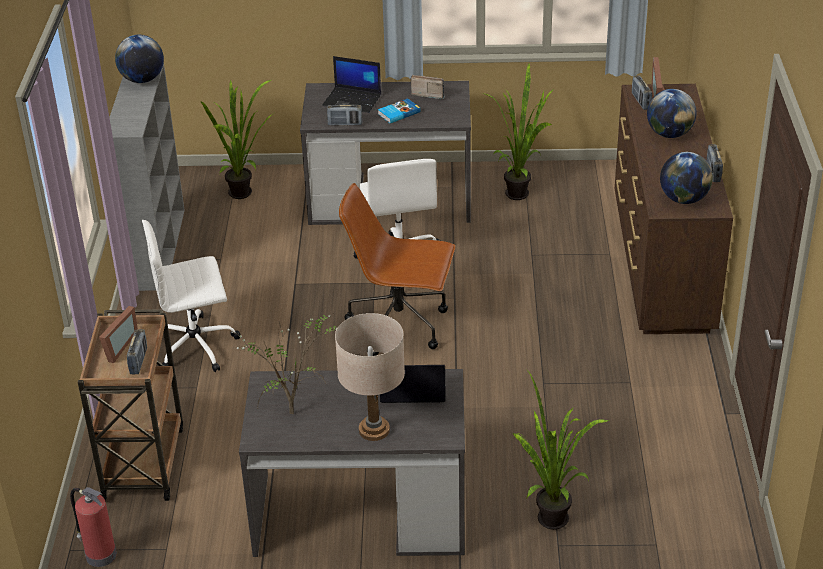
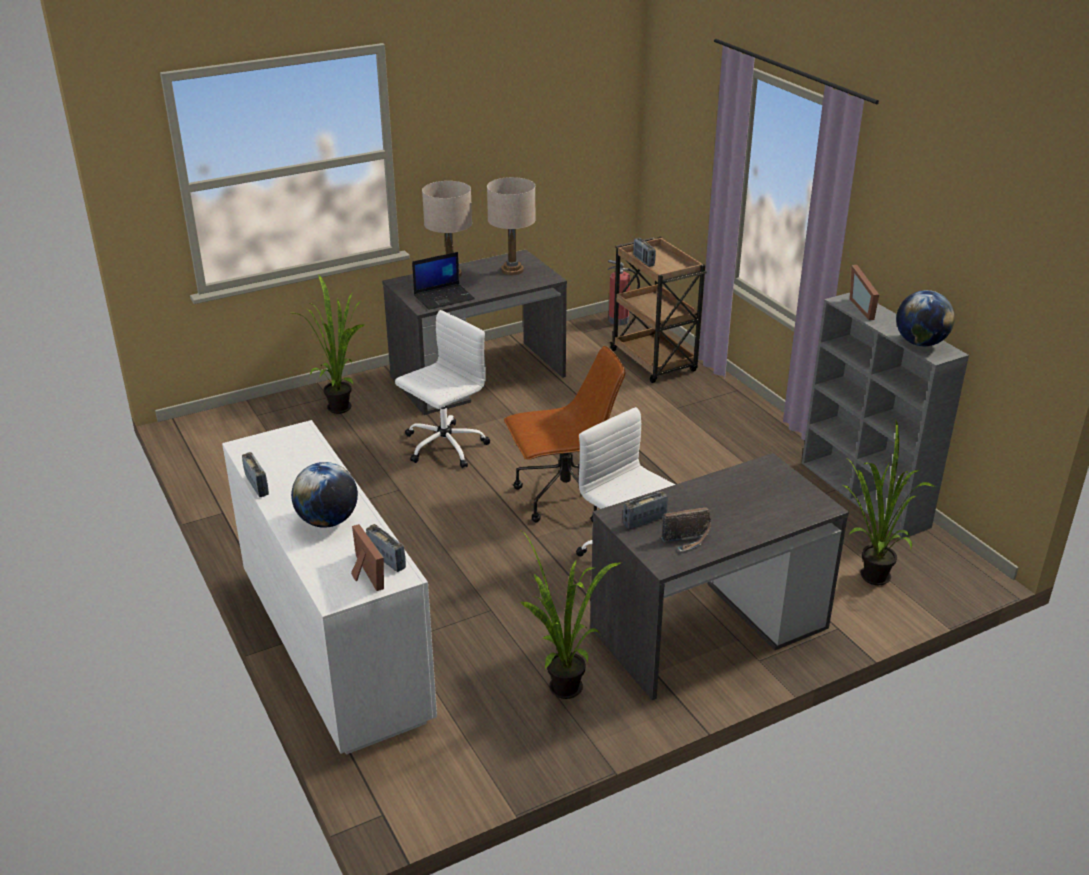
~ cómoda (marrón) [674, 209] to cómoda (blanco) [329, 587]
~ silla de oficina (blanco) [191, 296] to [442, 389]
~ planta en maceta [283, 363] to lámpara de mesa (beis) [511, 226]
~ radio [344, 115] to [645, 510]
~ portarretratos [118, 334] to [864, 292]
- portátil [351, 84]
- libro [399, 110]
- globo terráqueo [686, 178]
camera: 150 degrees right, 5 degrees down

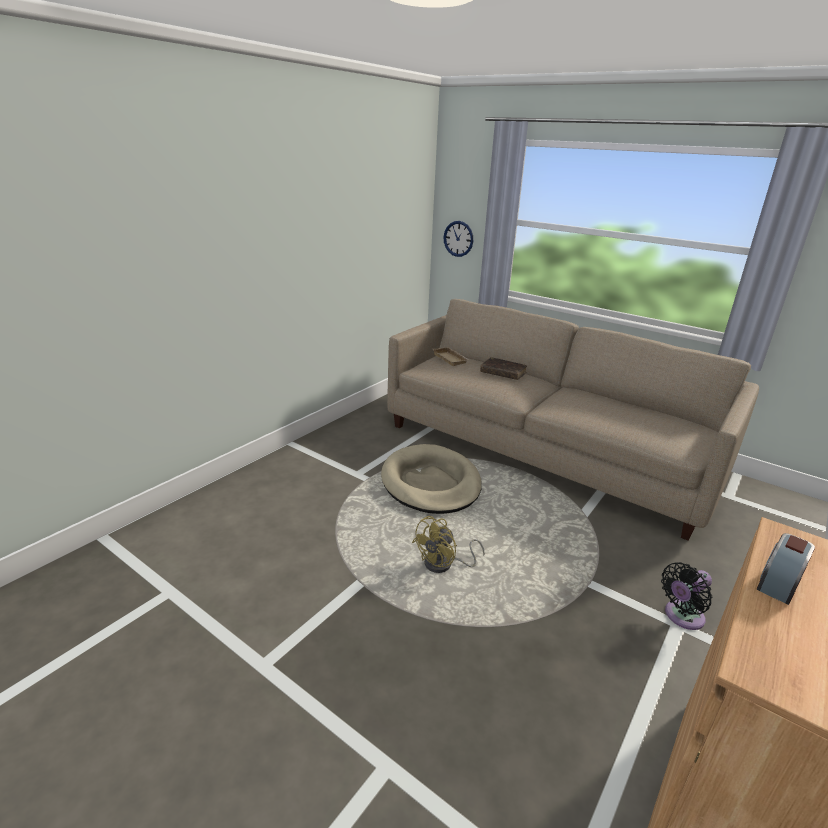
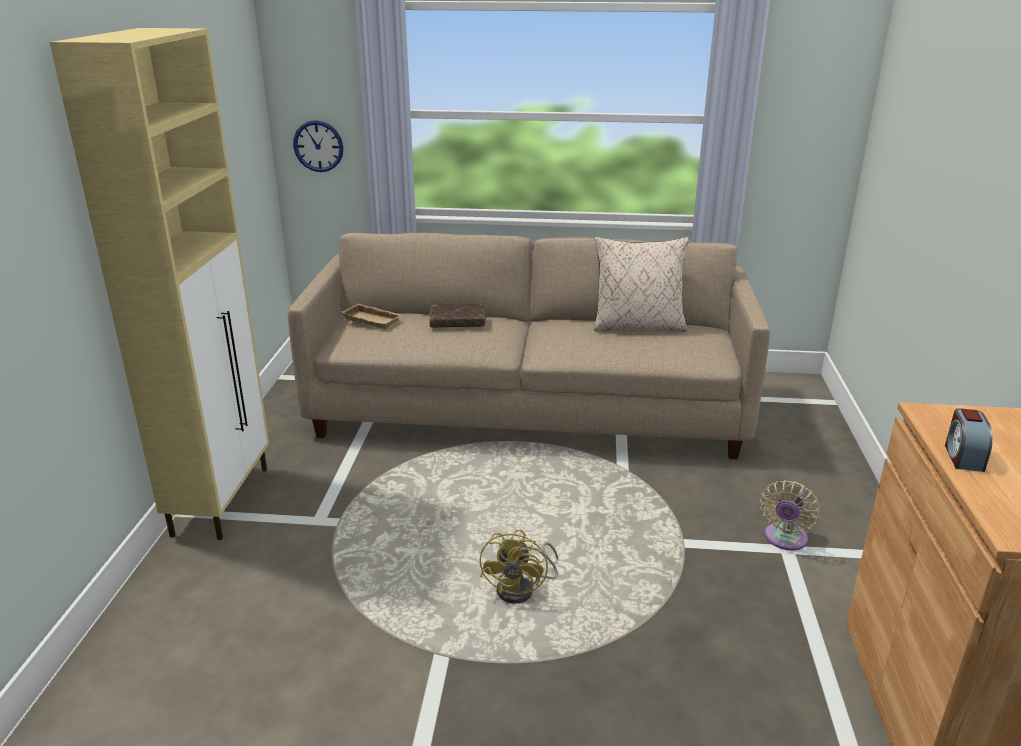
+ armario (beis) [159, 284]
+ cojín (beis) [641, 284]
~ ventilador (negro) [686, 596] to ventilador (beis) [790, 515]
- cama para perro (beis) [431, 479]
camera: 30 degrees left, 0 degrees up

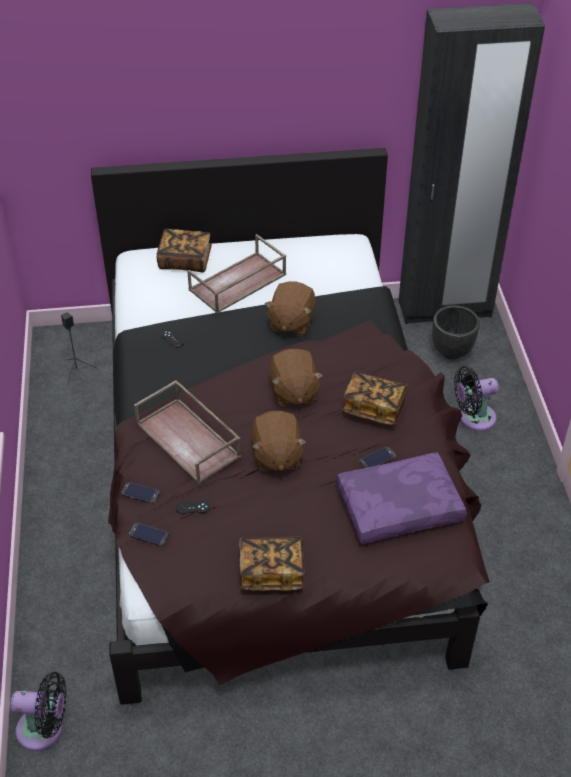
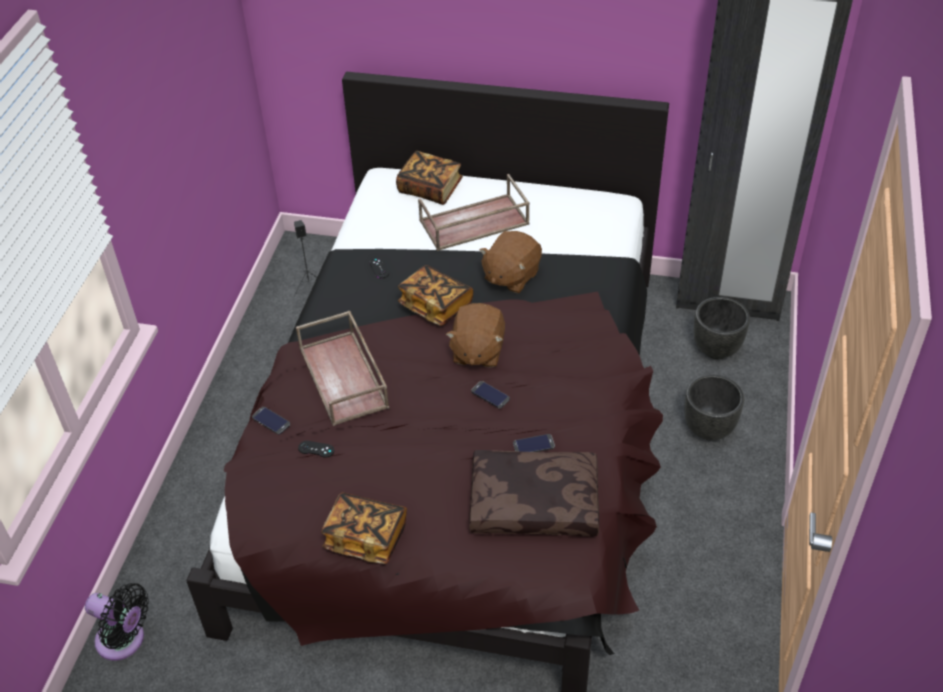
~ libro [375, 398] to [436, 295]
~ cojín (morado) [401, 498] to cojín (marrón) [534, 493]
~ móvil [148, 534] to [490, 394]
~ ventilador (negro) [476, 398] to maceta (negro) [714, 407]
- peluche (marrón) [279, 441]
camera: 20 degrees right, 0 degrees up

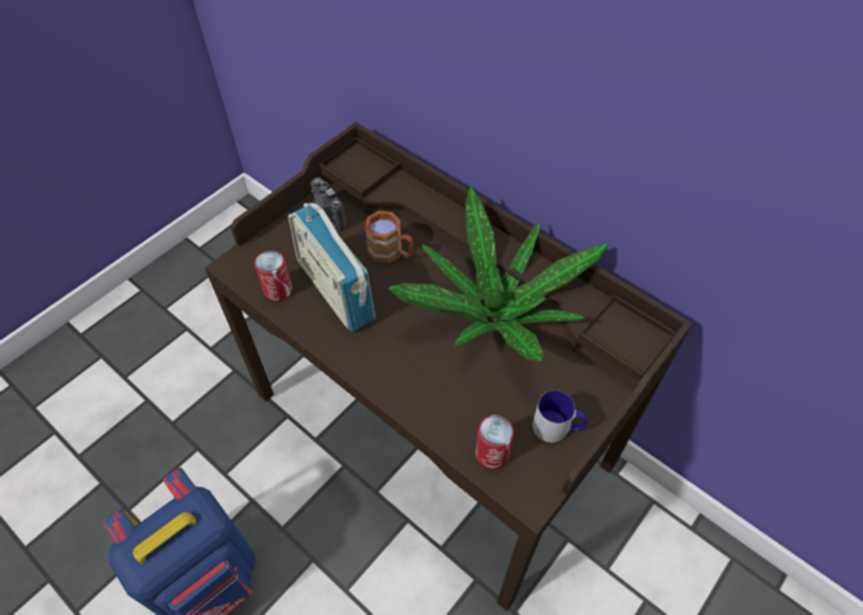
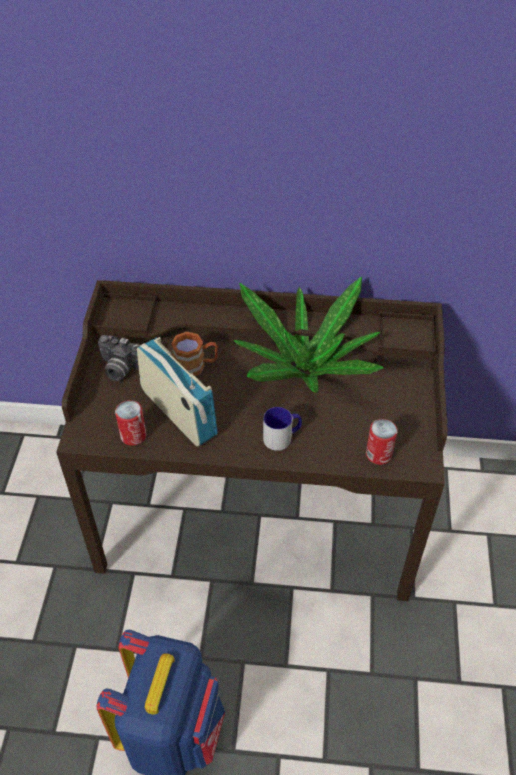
~ radio [332, 267] = [177, 392] 150 degrees counterclockwise
~ taza grande [560, 416] to [282, 429]
camera: 35 degrees left, 5 degrees down

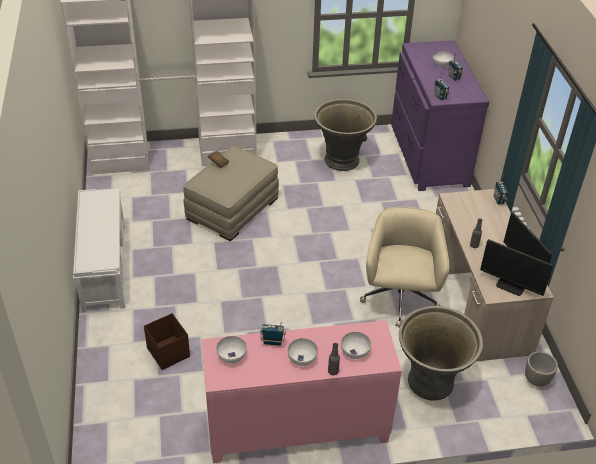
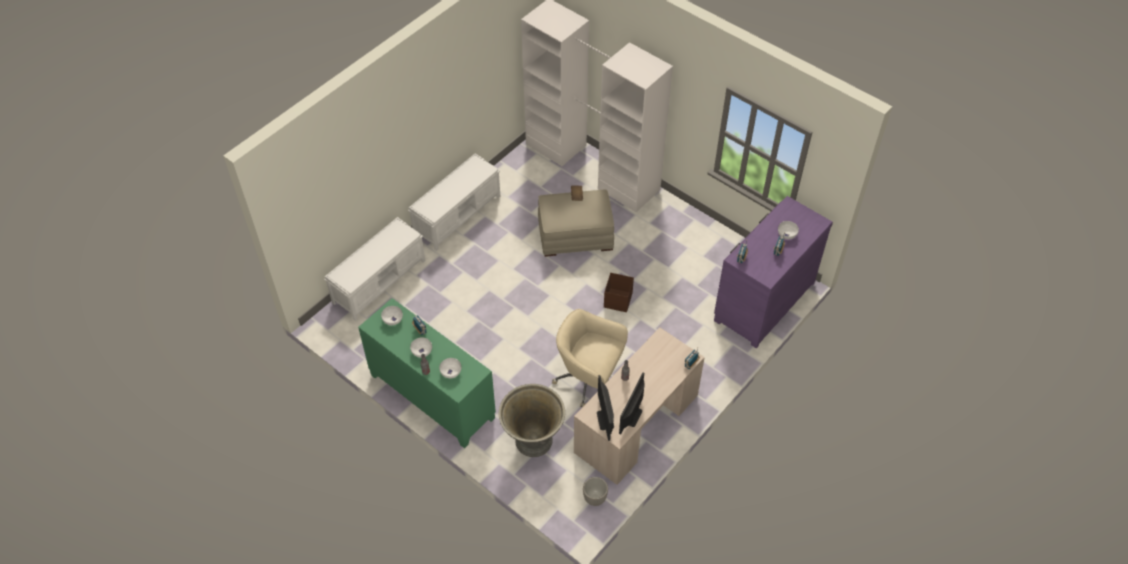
+ banco (blanco) [374, 269]
~ armario (rosa) [301, 391] to armario (verde) [427, 373]
~ silla de oficina (beis) [404, 267] = [590, 358] 120 degrees counterclockwise
~ caja de almacenaje (marrón) [167, 341] to [619, 292]
- maceta (gris) [345, 135]
camera: 50 degrees right, 10 degrees up

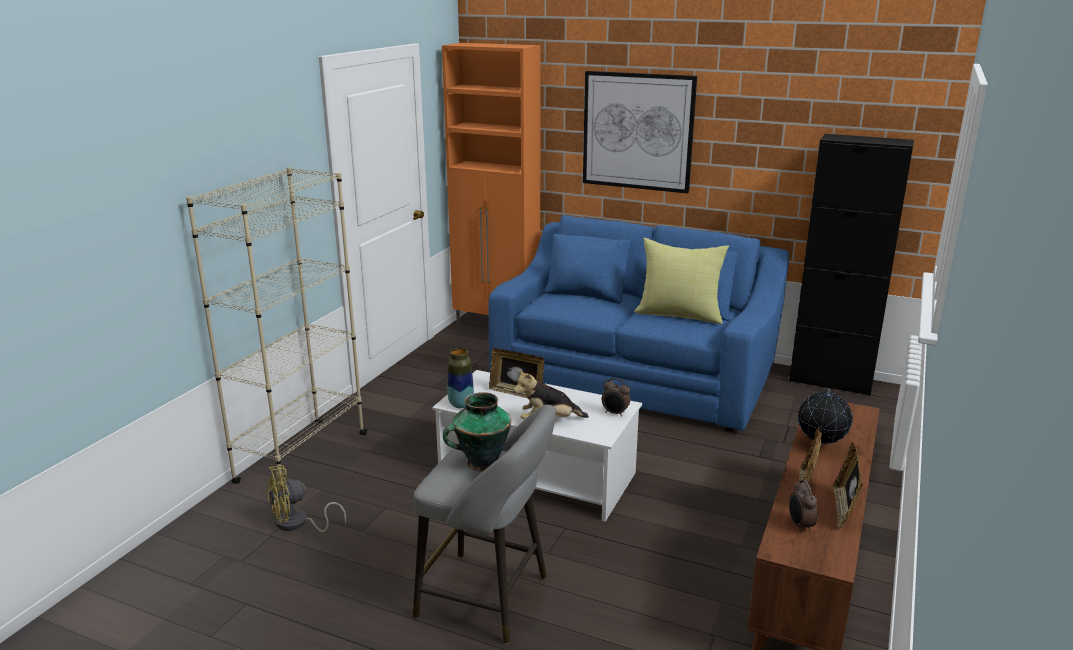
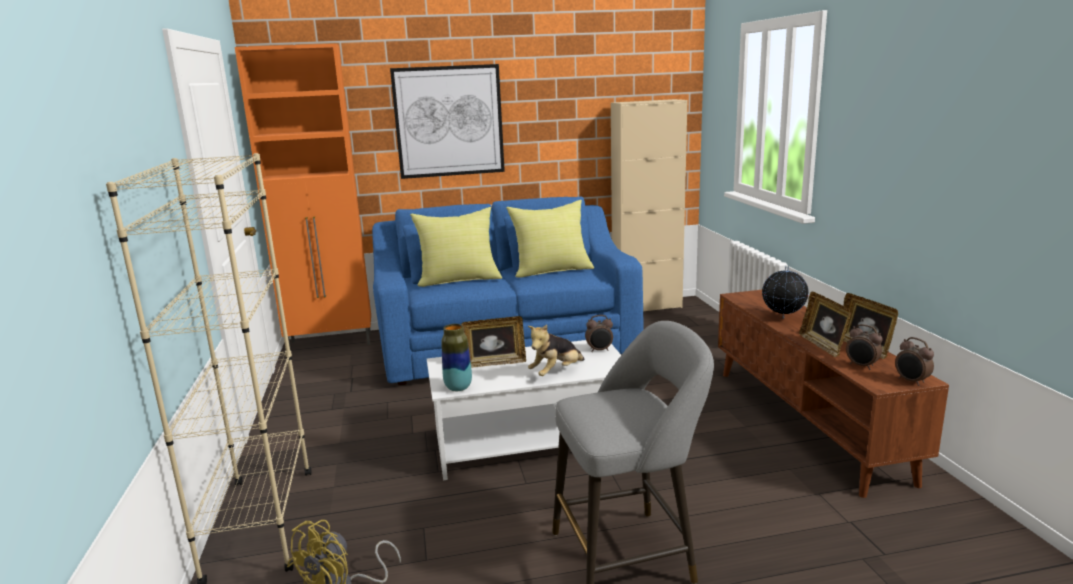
+ cojín (amarillo) [456, 247]
~ armario (negro) [851, 265] to armario (beis) [649, 205]
+ despertador [914, 361]
- florero [477, 432]
camera: 35 degrees left, 5 degrees down

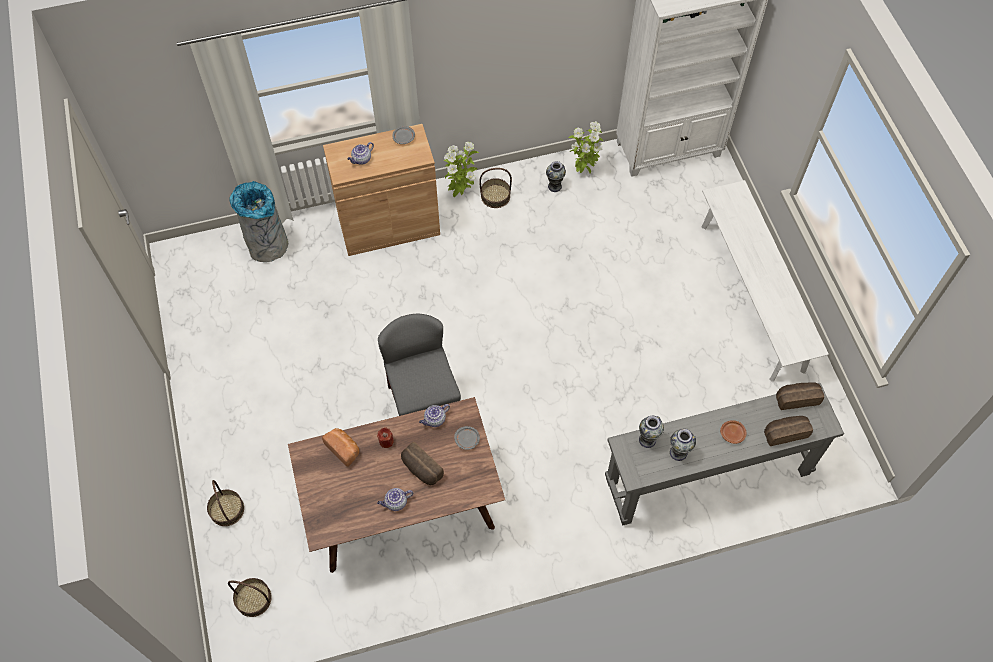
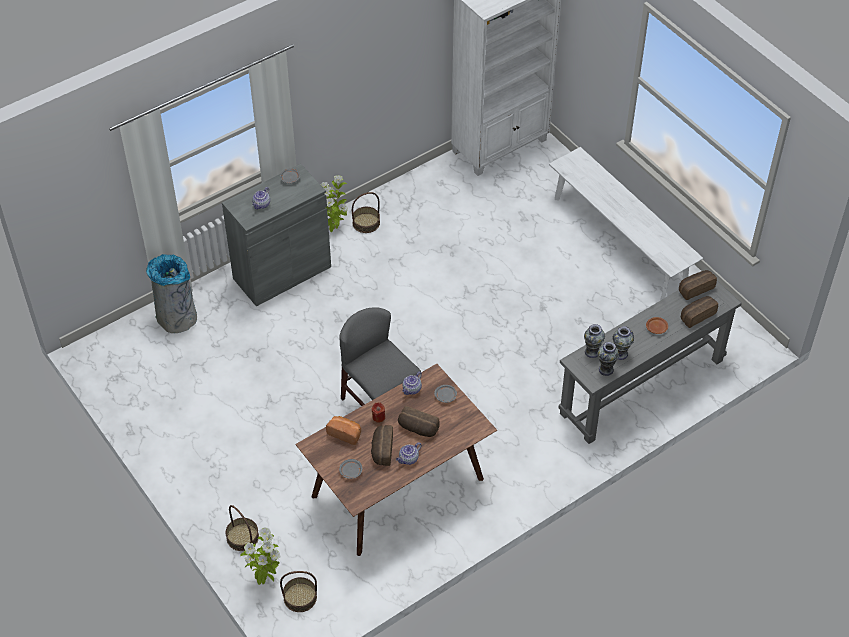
~ armario (marrón) [381, 190] to armario (gris) [276, 235]
~ planta en maceta [586, 147] to [260, 556]
+ plato (gris) [350, 469]
+ pan [382, 445]
~ florero [556, 176] to [608, 359]
camera: 20 degrees left, 10 degrees down

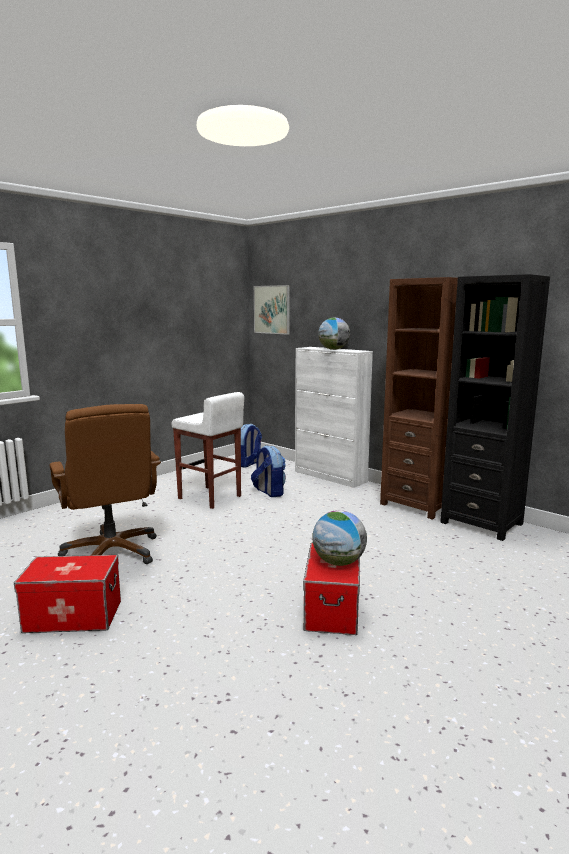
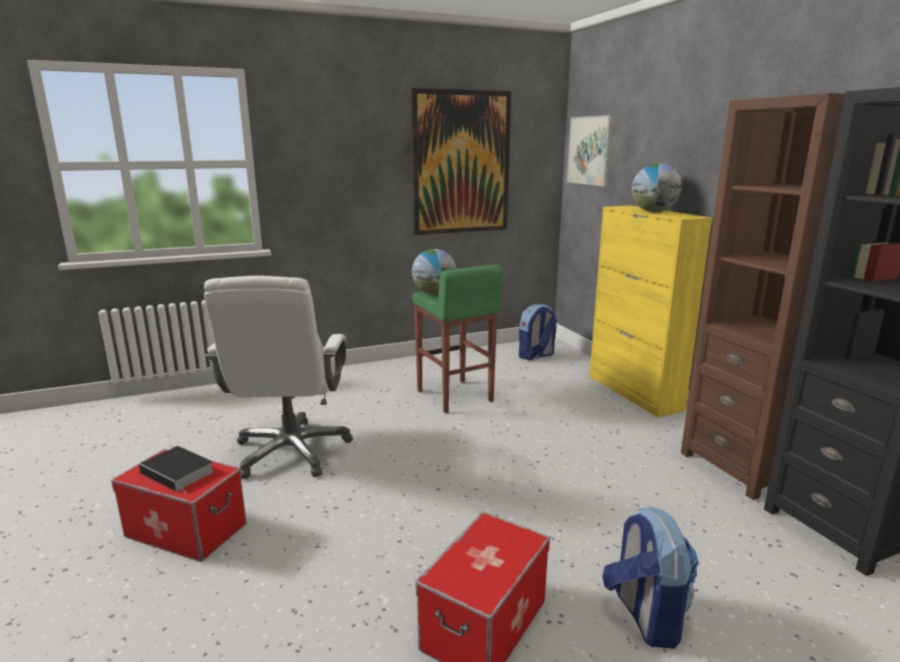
+ libro [176, 470]
~ silla de oficina (marrón) [105, 484] to silla de oficina (blanco) [278, 377]
+ cuadro [461, 161]
~ globo terráqueo [339, 538] to [434, 271]
~ taburete (blanco) [208, 450] to taburete (verde) [457, 339]
~ armario (blanco) [334, 417] to armario (amarillo) [651, 311]
~ mochila [268, 471] to [650, 577]
camera: 25 degrees right, 5 degrees up

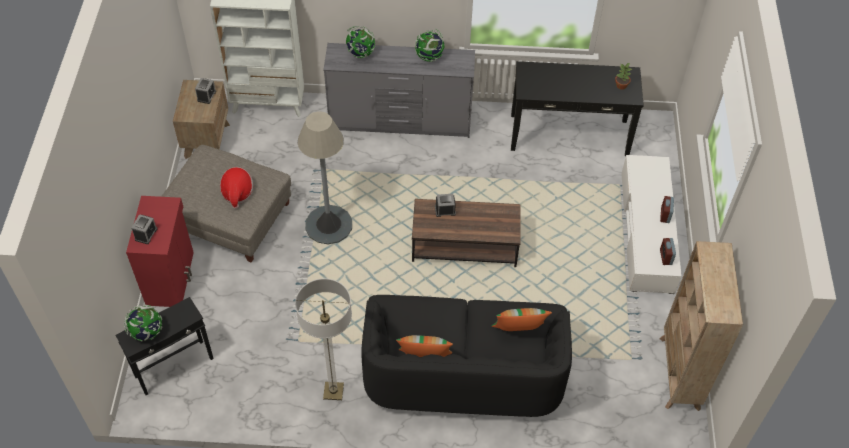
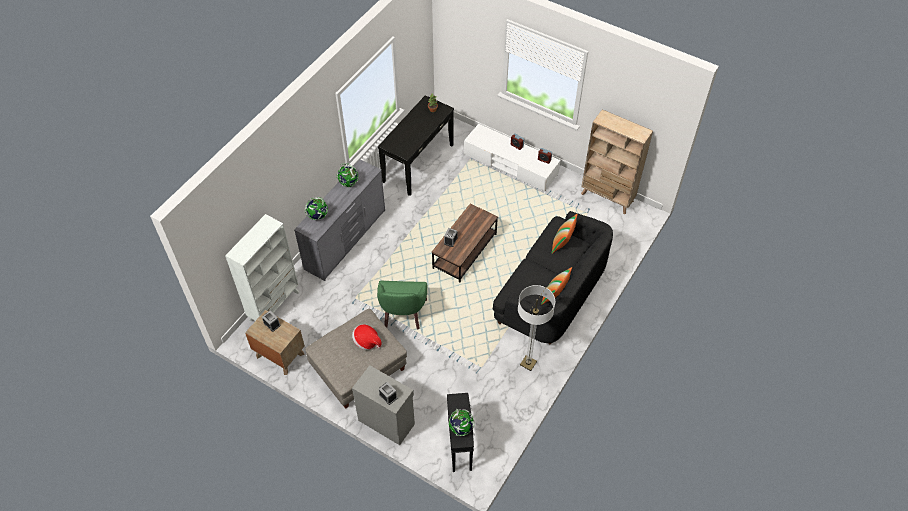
~ armario (rojo) [160, 251] to armario (gris) [383, 405]
~ lámpara de pie (gris) [324, 177] to sillón (verde) [402, 305]
camera: 60 degrees left, 0 degrees up

